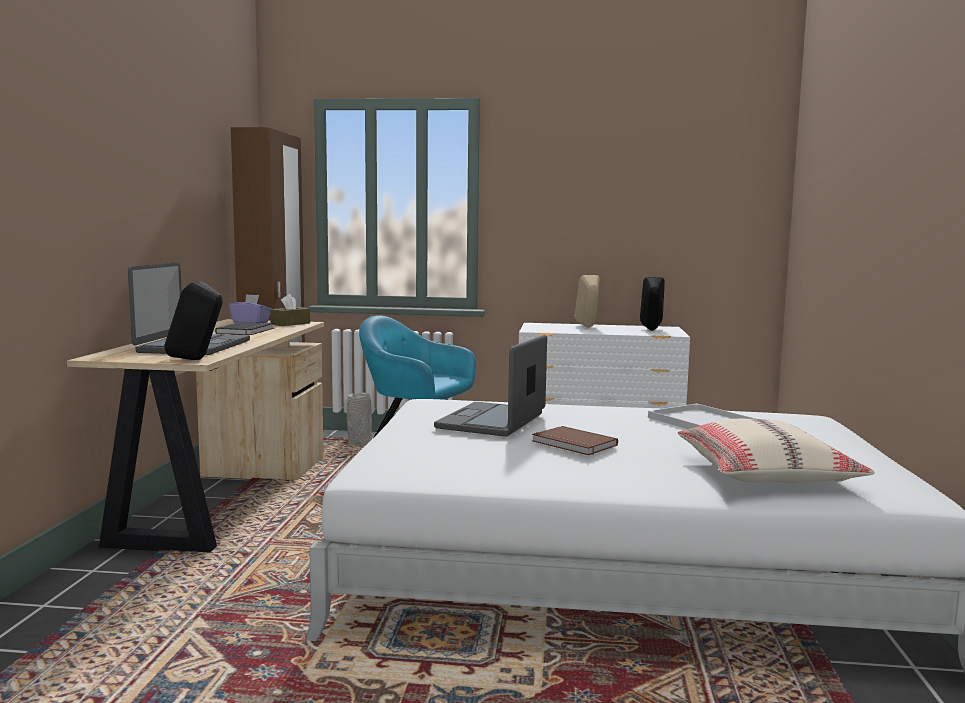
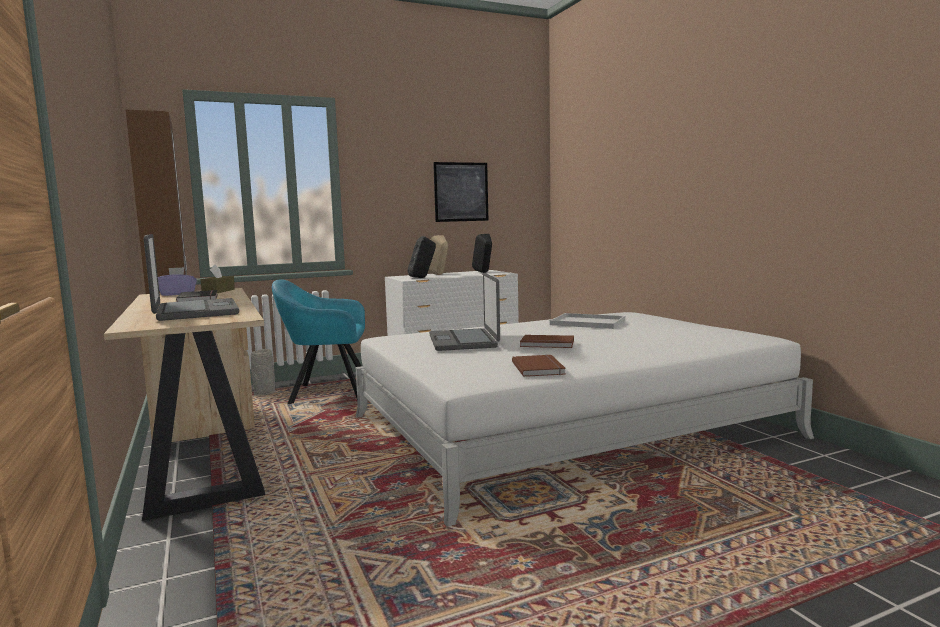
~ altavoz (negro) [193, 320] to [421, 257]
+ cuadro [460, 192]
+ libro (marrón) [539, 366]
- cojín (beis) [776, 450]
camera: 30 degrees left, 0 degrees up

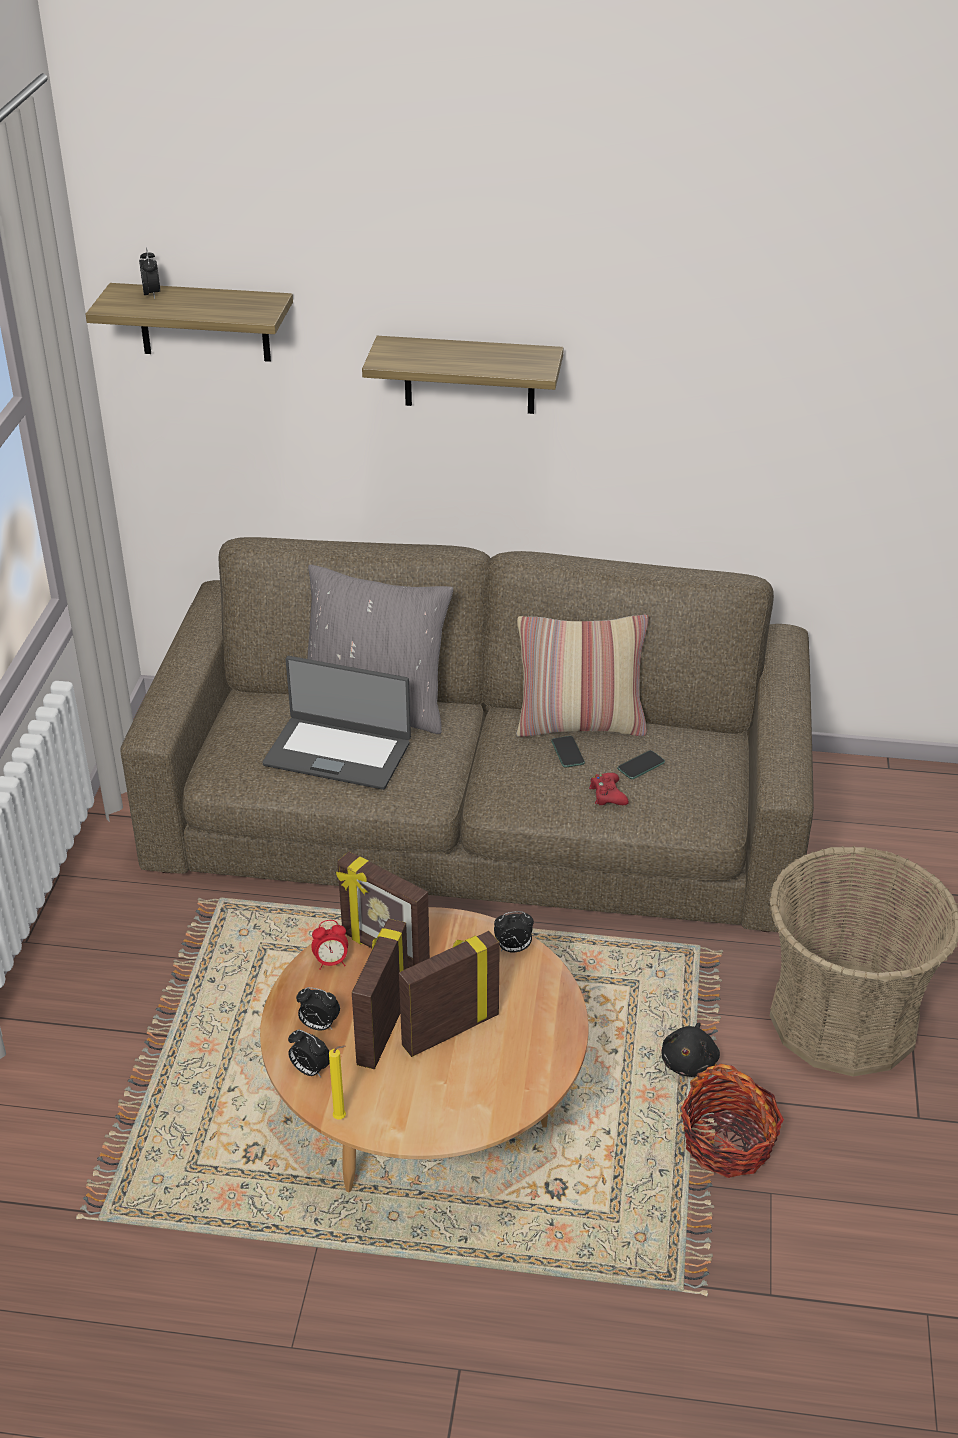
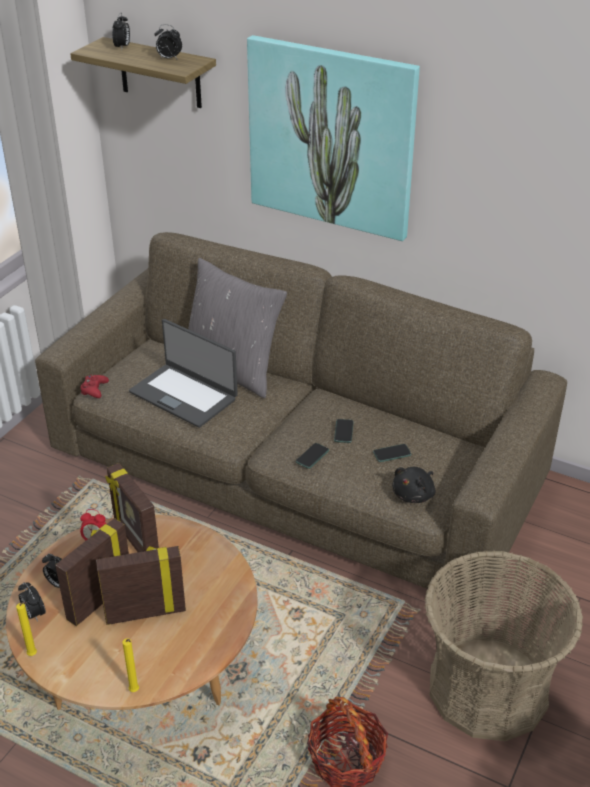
~ mando de consola (rojo) [609, 789] to [95, 386]
+ vela (amarillo) [130, 665]
~ despertador [514, 932] to [168, 42]
~ estante [463, 375] to cuadro [333, 138]
+ móvil [312, 456]
~ peluche (negro) [691, 1050] to [414, 485]
- cojín [582, 676]
camera: 20 degrees right, 0 degrees up

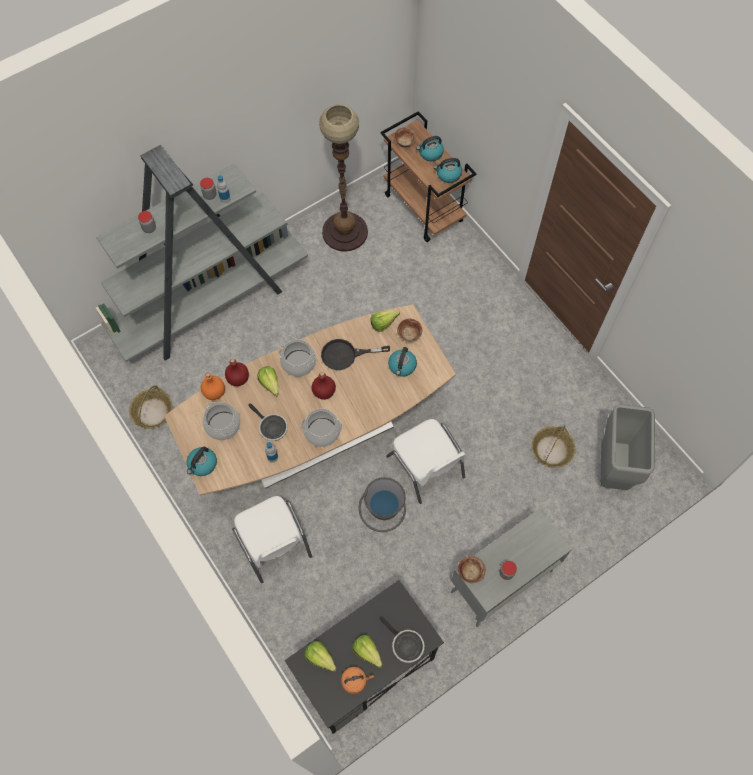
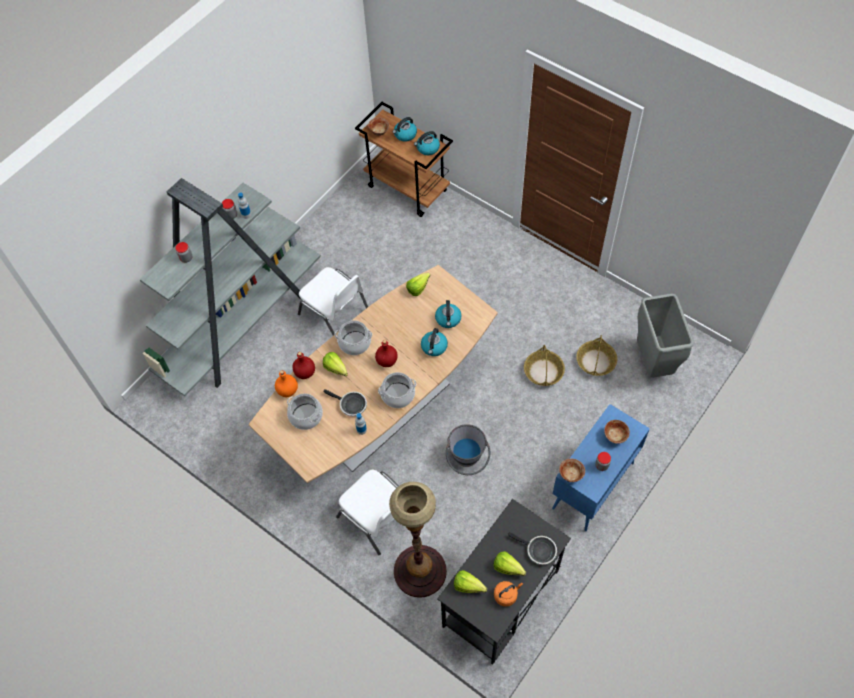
~ silla (blanco) [425, 461] to [333, 301]
~ lámpara de pie [343, 178] to [418, 540]
~ hervidor [202, 461] to [434, 342]
~ cesta [150, 407] to [544, 365]
~ armario (gris) [511, 568] to armario (azul) [601, 467]
~ cuenco [409, 330] to [617, 432]
- sartén (negro) [355, 354]
camera: 15 degrees left, 5 degrees down

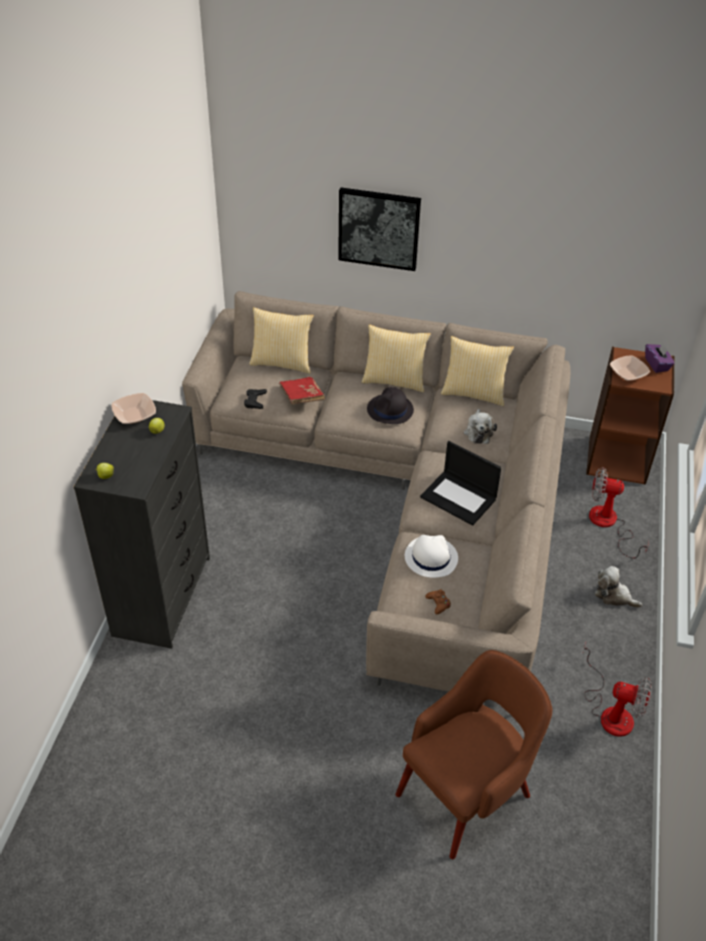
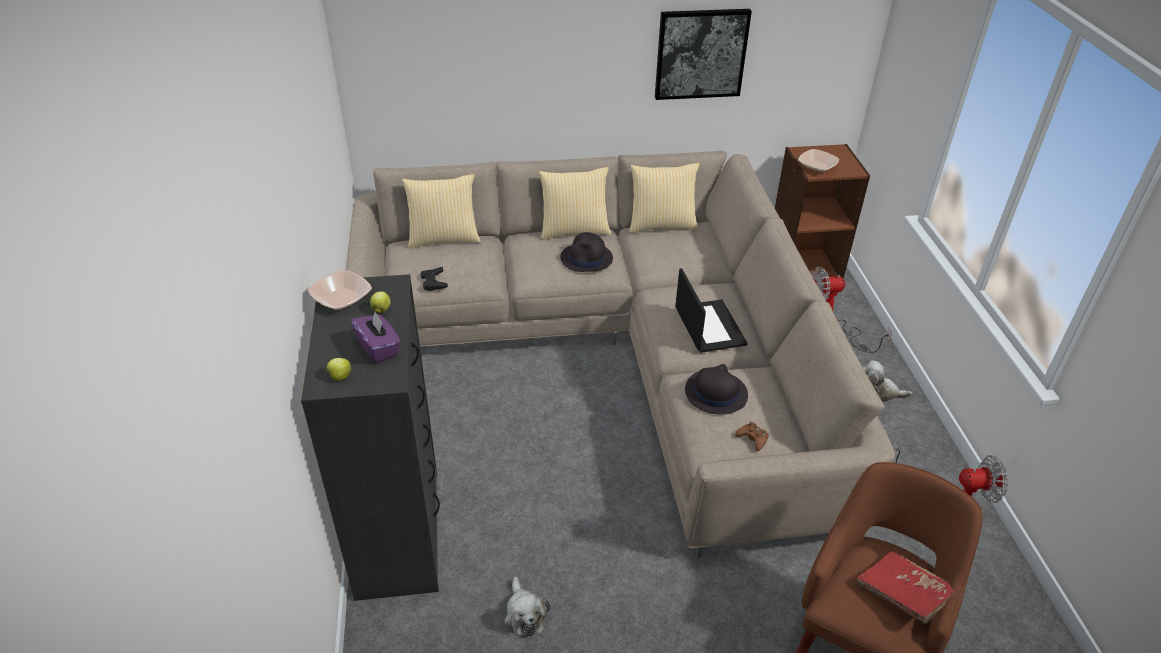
~ caja de pañuelos (morado) [659, 358] to [376, 337]
~ peluche [480, 426] to [527, 607]
~ cuadro [379, 229] to [703, 54]
~ portátil [461, 483] = [711, 310] 120 degrees counterclockwise
~ sombrero (blanco) [431, 556] to sombrero (negro) [716, 389]
~ libro (rojo) [302, 391] to [906, 587]
camera: 20 degrees left, 5 degrees down

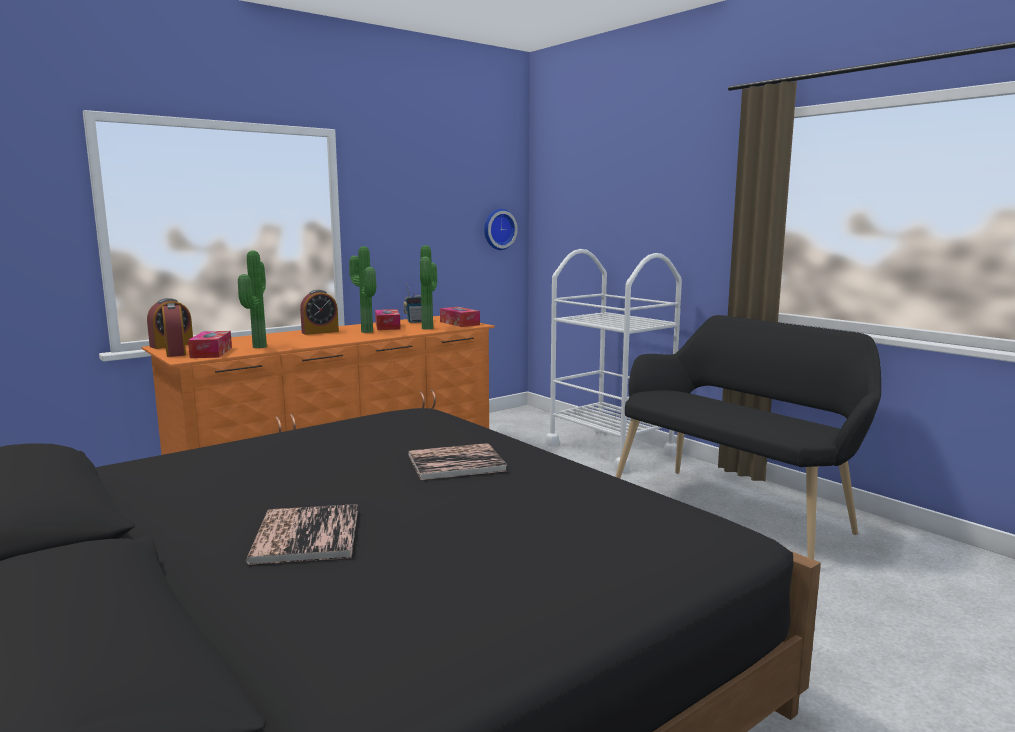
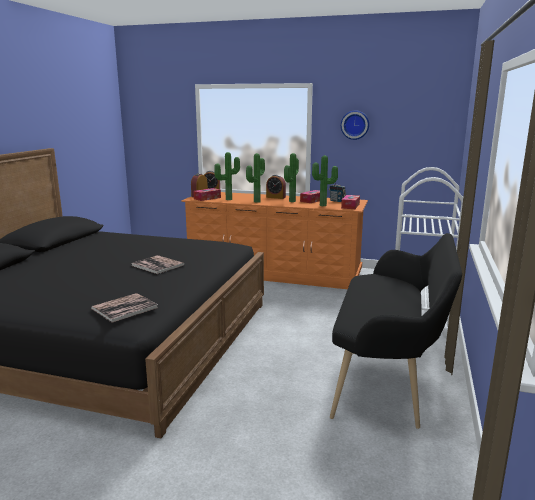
~ libro [302, 534] to [124, 308]
+ planta en maceta [255, 178]
~ reloj de pared [501, 229] to [355, 125]
camera: 55 degrees right, 5 degrees up

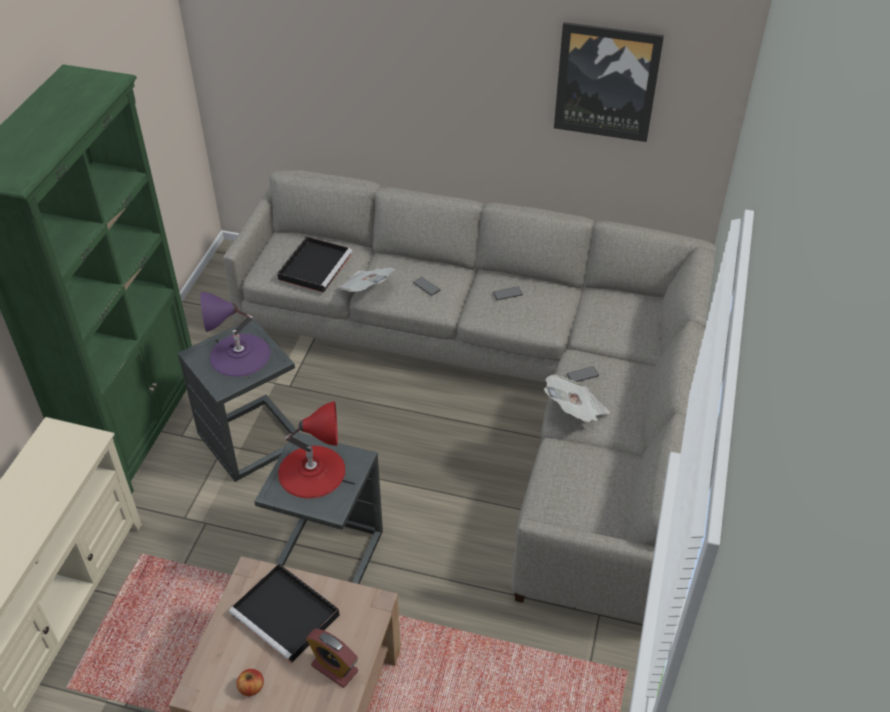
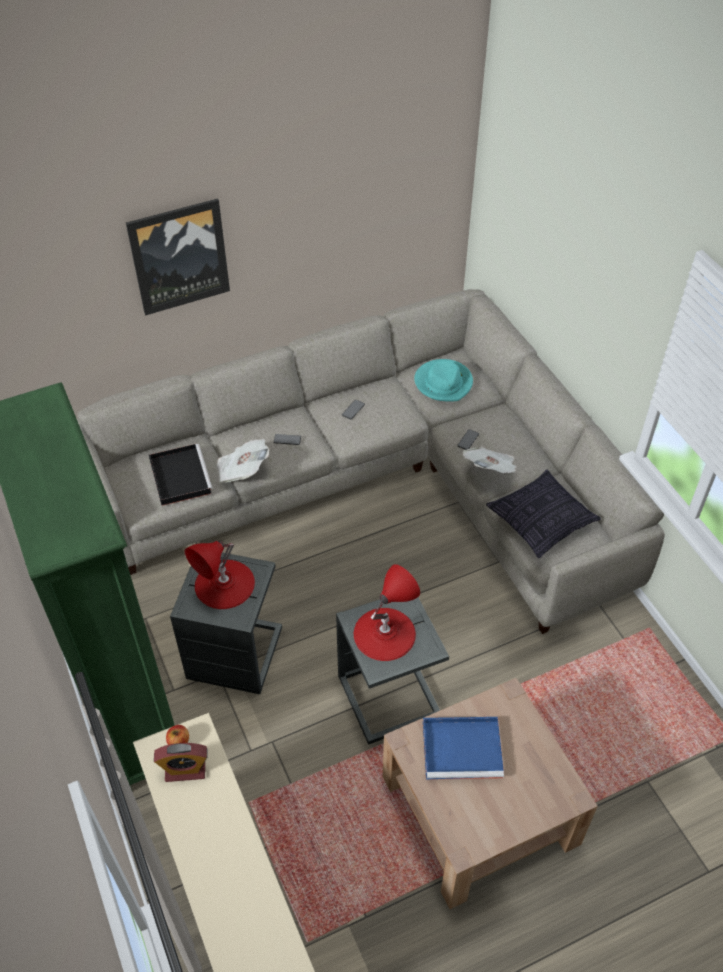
~ cuadro [609, 82] to [178, 257]
~ despertador [332, 658] to [181, 762]
~ manzana [250, 682] to [177, 735]
~ lámpara de mesa (morado) [235, 334] to lámpara de mesa (rojo) [219, 575]
+ sombrero (turquesa) [443, 380]
~ bandeja (negro) [284, 613] to bandeja (azul) [463, 748]
+ cojín [543, 514]
camera: 40 degrees left, 5 degrees up

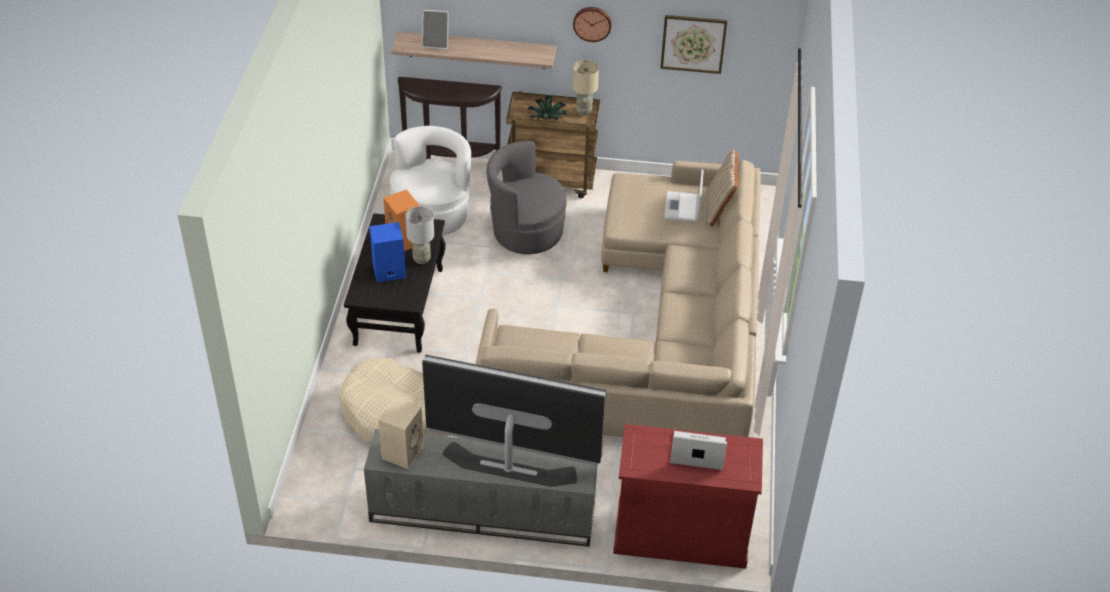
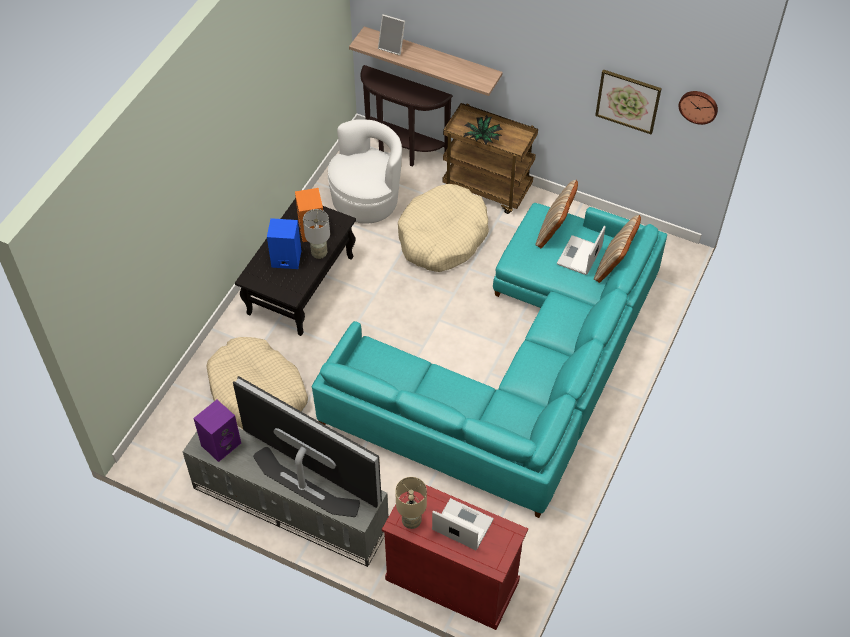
~ altavoz (beis) [401, 433] to altavoz (morado) [217, 431]
~ sofá (beis) [618, 298] to sofá (turquesa) [489, 360]
~ lámpara de mesa (beis) [586, 88] to [411, 503]
~ sillón (gris) [527, 197] to cama para perro (beis) [443, 228]
+ cojín (beis) [556, 214]
~ reloj de pared [592, 24] to [698, 108]
camera: 20 degrees right, 10 degrees up

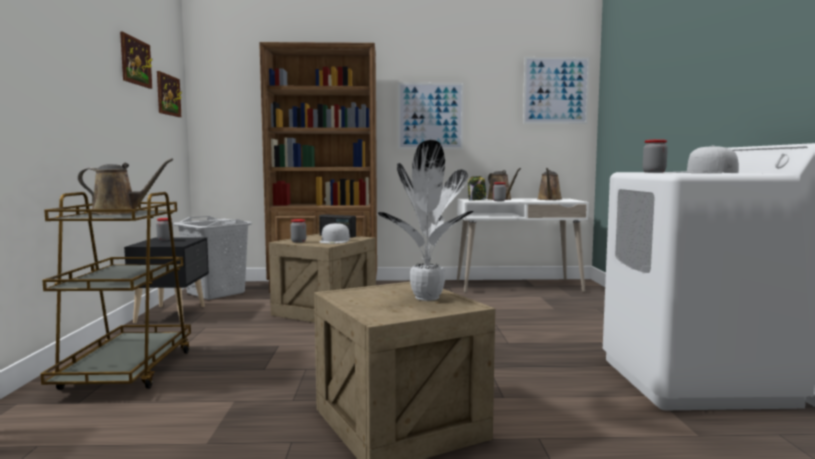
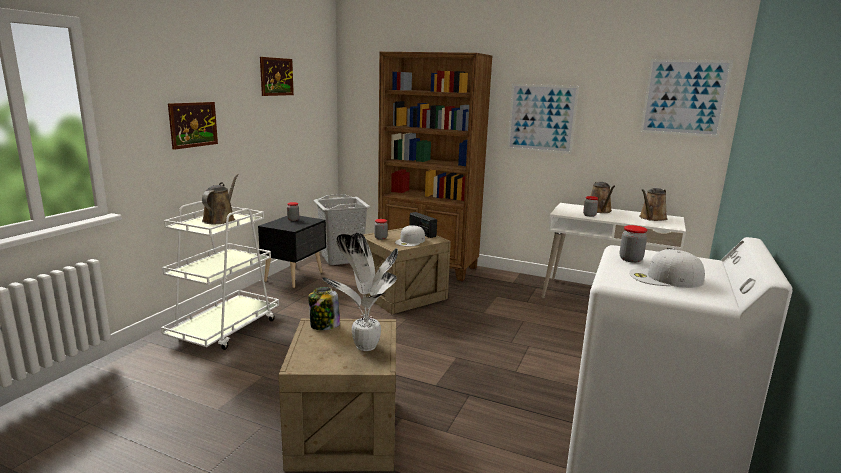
~ carrito (marrón) [115, 291] to carrito (blanco) [220, 275]
~ cuadro [169, 94] to [193, 126]
~ regadera (marrón) [125, 186] = [220, 199] 105 degrees counterclockwise
~ tarro [477, 188] to [324, 308]
camera: 25 degrees right, 10 degrees up

